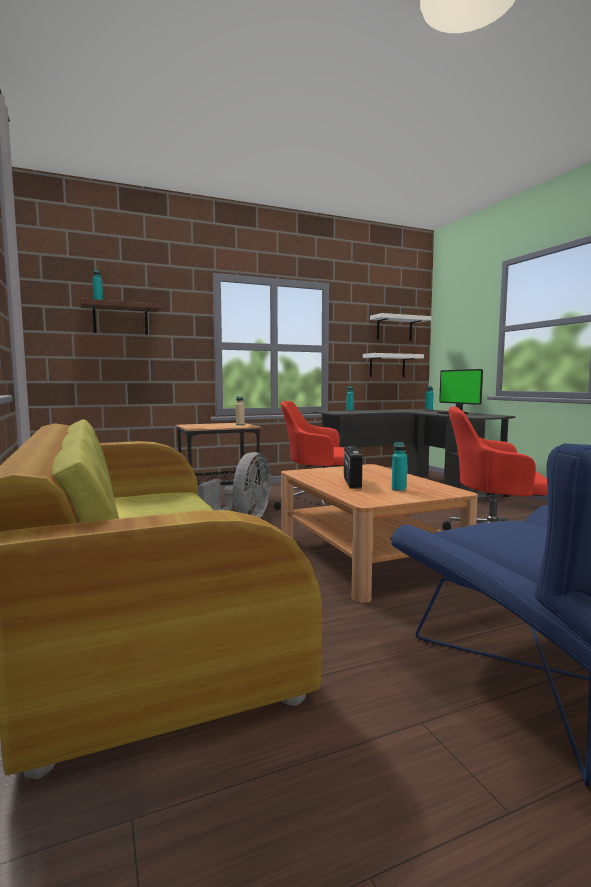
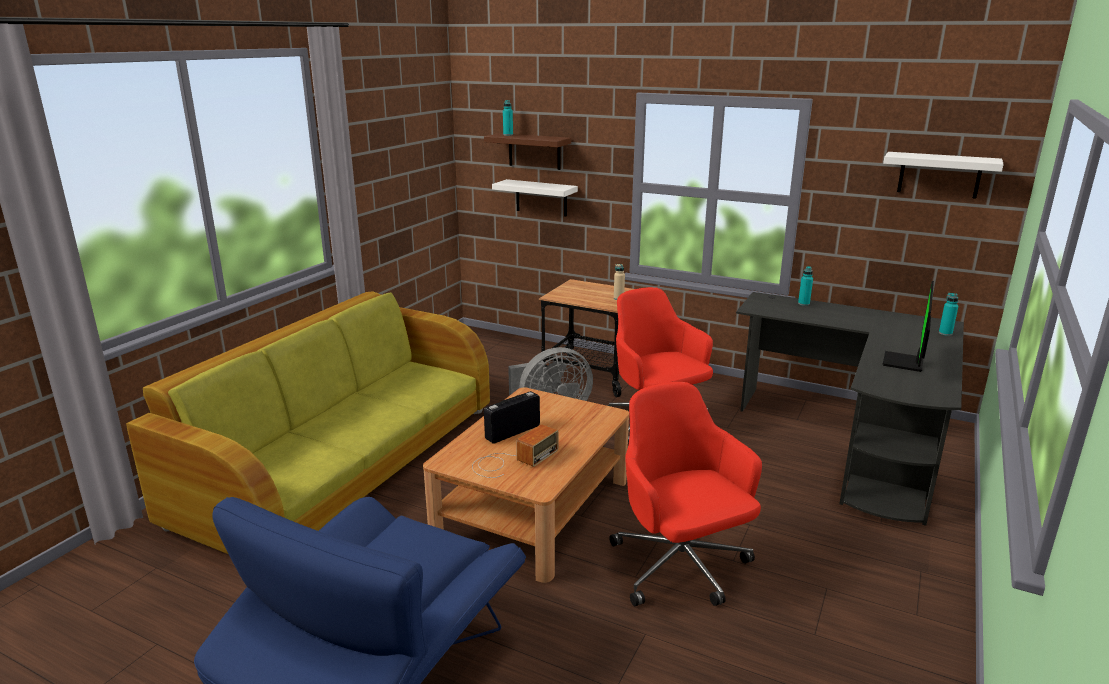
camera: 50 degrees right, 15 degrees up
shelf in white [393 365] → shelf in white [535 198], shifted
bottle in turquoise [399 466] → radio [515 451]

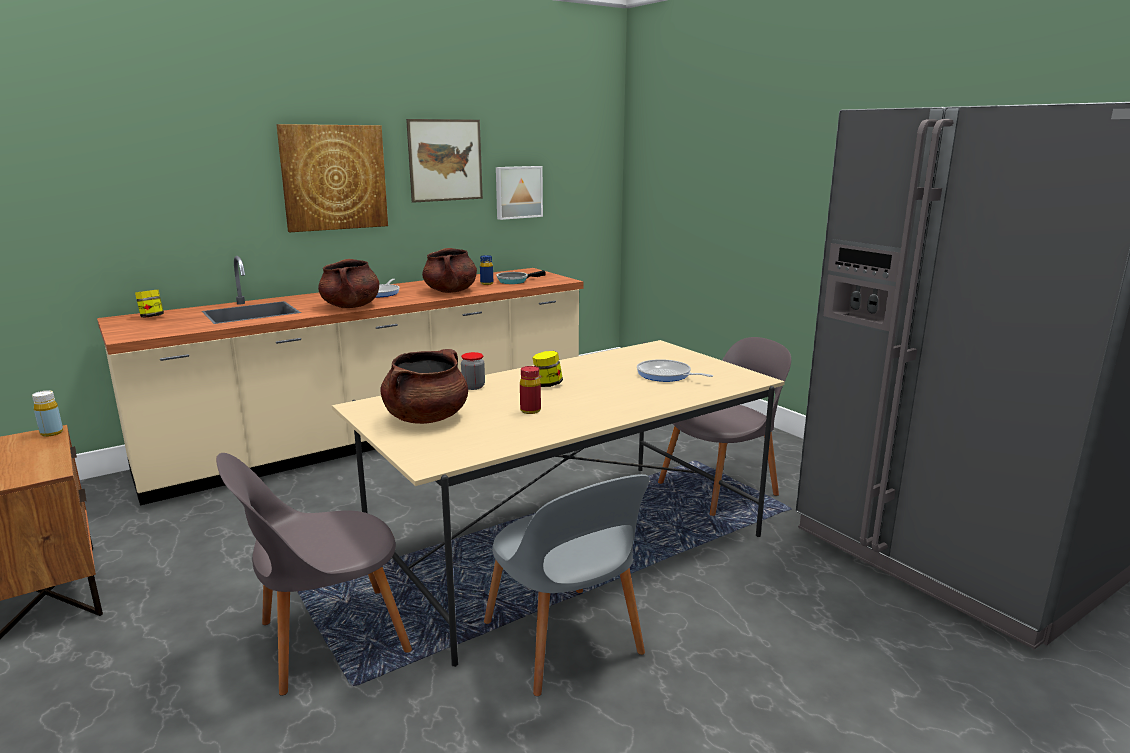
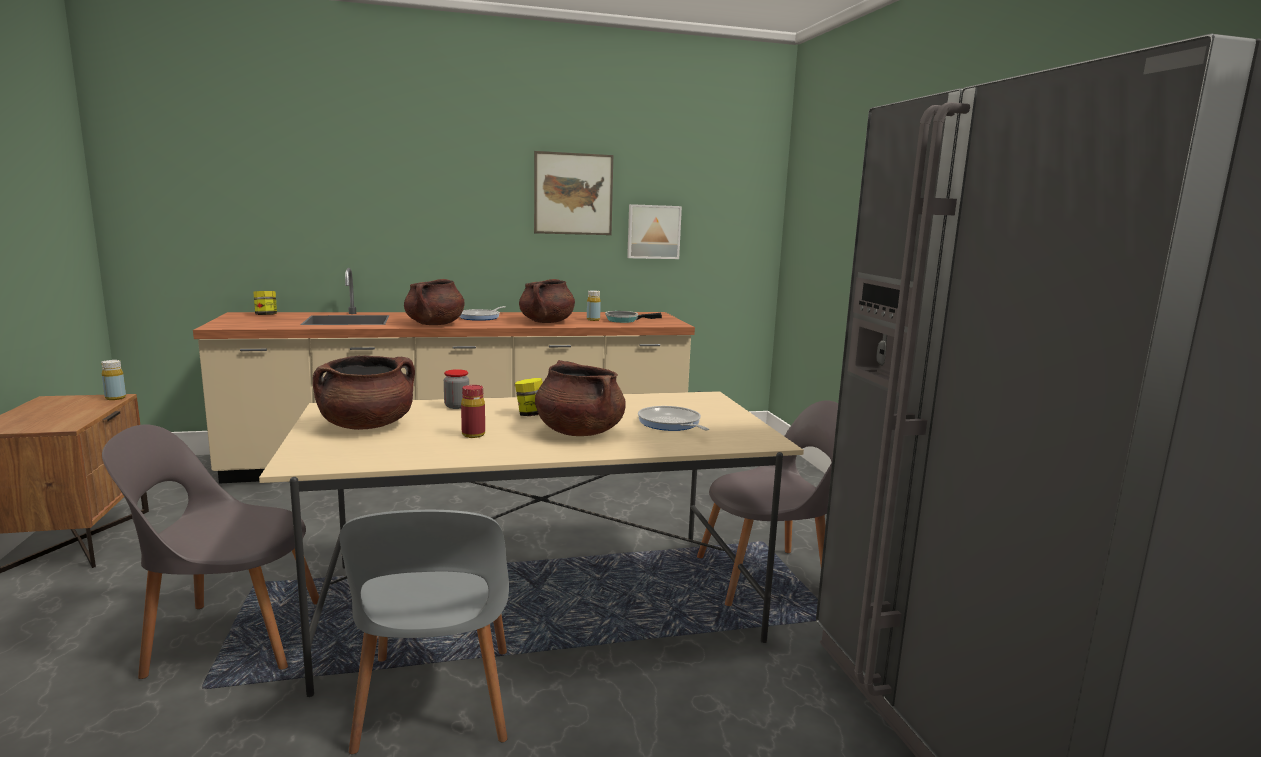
camera: 20 degrees right, 5 degrees down
picture [332 178] → -
bottle in blue [486 270] → bottle in yellow [594 305]
- → cooking pot in brown [580 398]

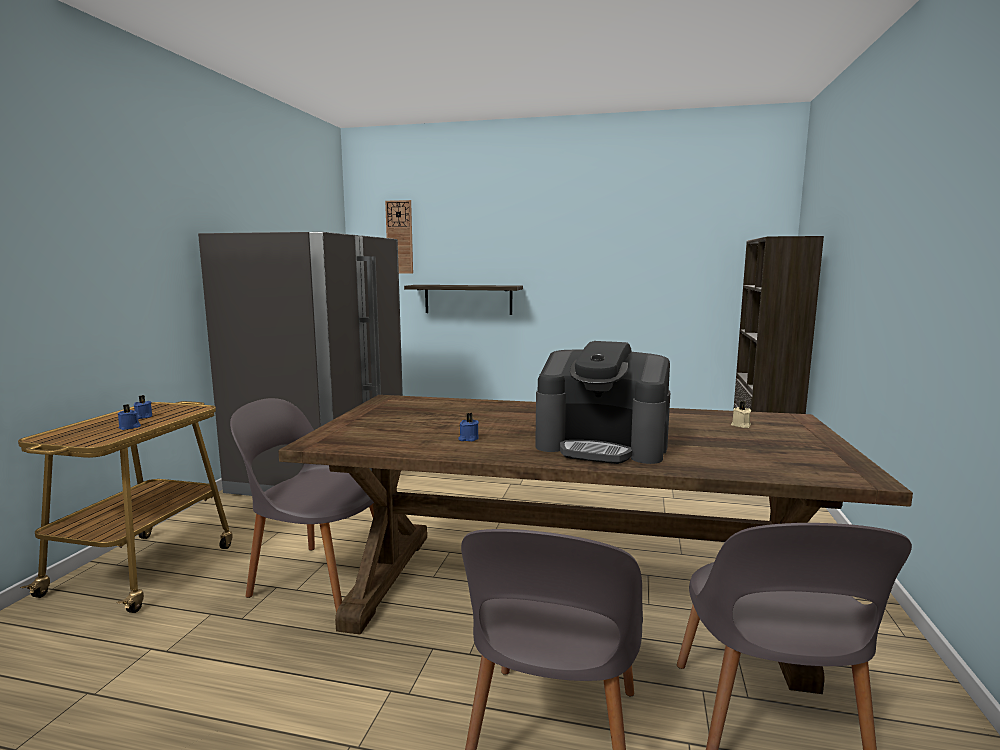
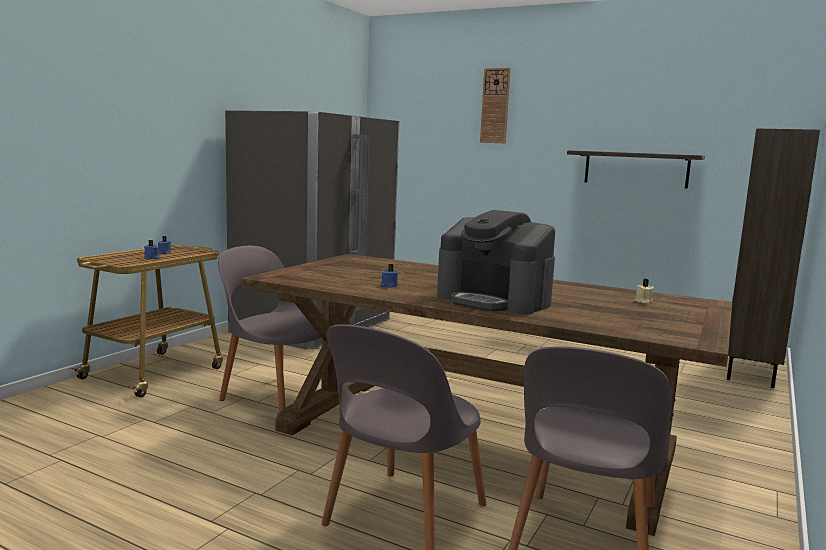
camera: 15 degrees right, 0 degrees up
wall clock [399 237] → wall clock [495 106], shifted
shelf [463 300] → shelf [636 169], shifted

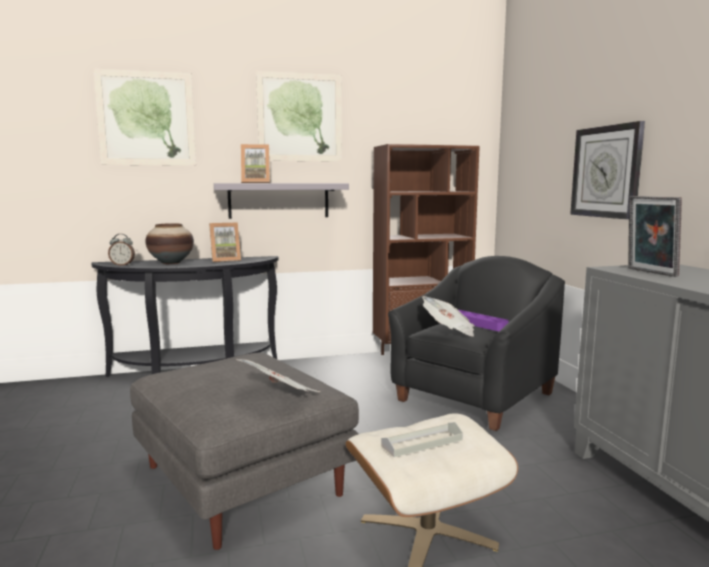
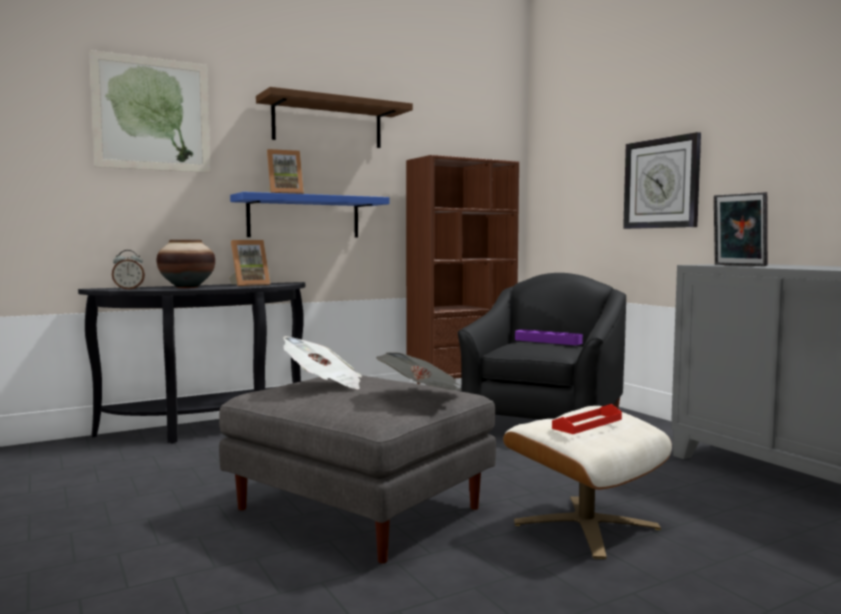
camera: 15 degrees left, 5 degrees down
shelf in grey [281 201] → shelf in blue [309 215]
picture [299 116] → shelf in brown [334 117]
tray in grey [422 439] → tray in red [587 419]
newspaper [448 316] → newspaper [322 362], shifted

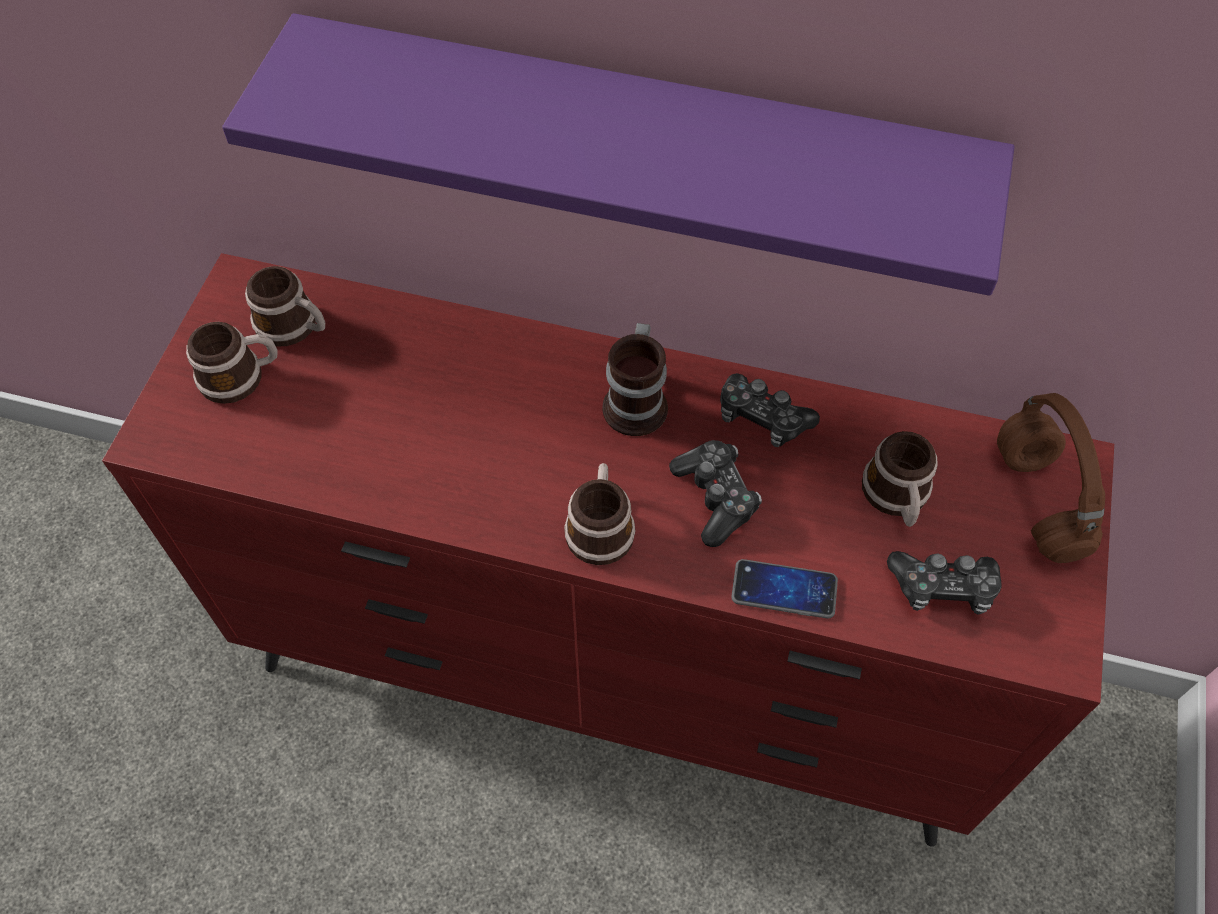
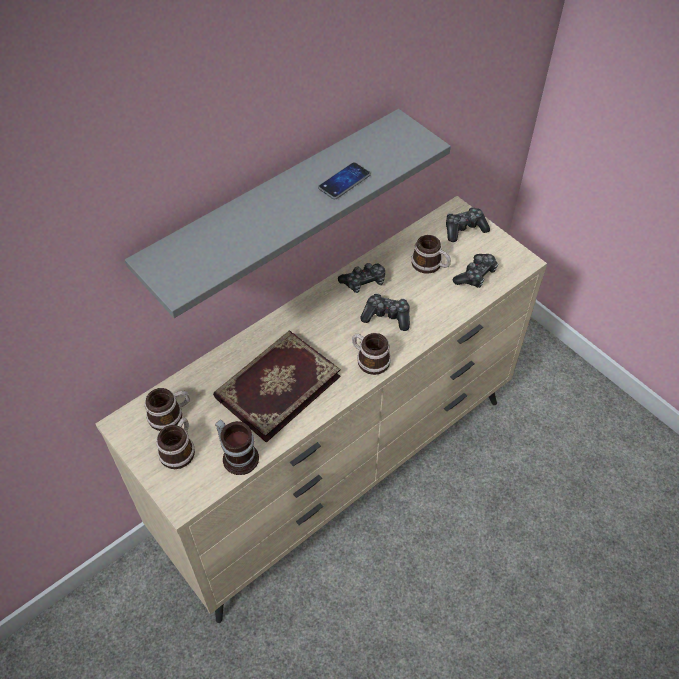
camera: 55 degrees left, 5 degrees down
dresser in red [608 550] → dresser in beige [321 409]
shelf in purple [618 154] → shelf in grey [288 213]
mug [635 379] → mug [237 447], shifted
phone [784 589] → phone [344 180], shifted
headphones in brown [1051 478] → game controller [468 224]
- → book [277 386]

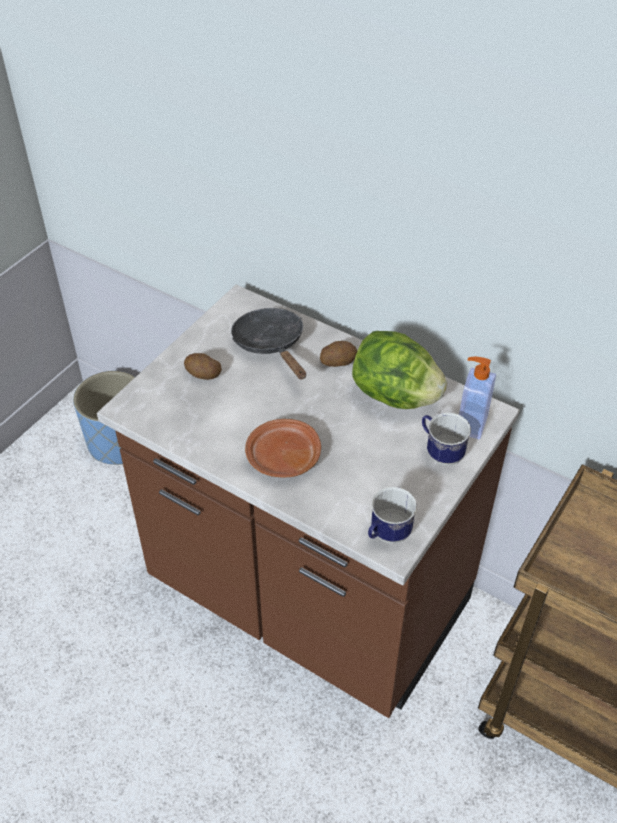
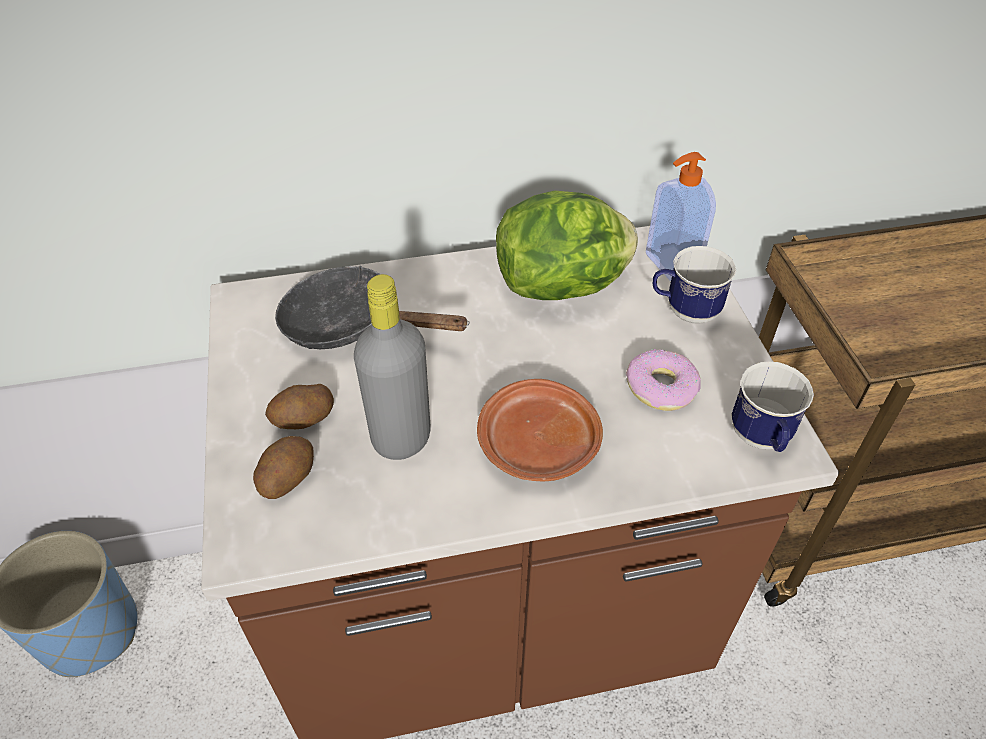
camera: 45 degrees left, 0 degrees up
potato [338 354] → potato [283 467], shifted
- → bottle in grey [392 367]
- → donut [663 380]

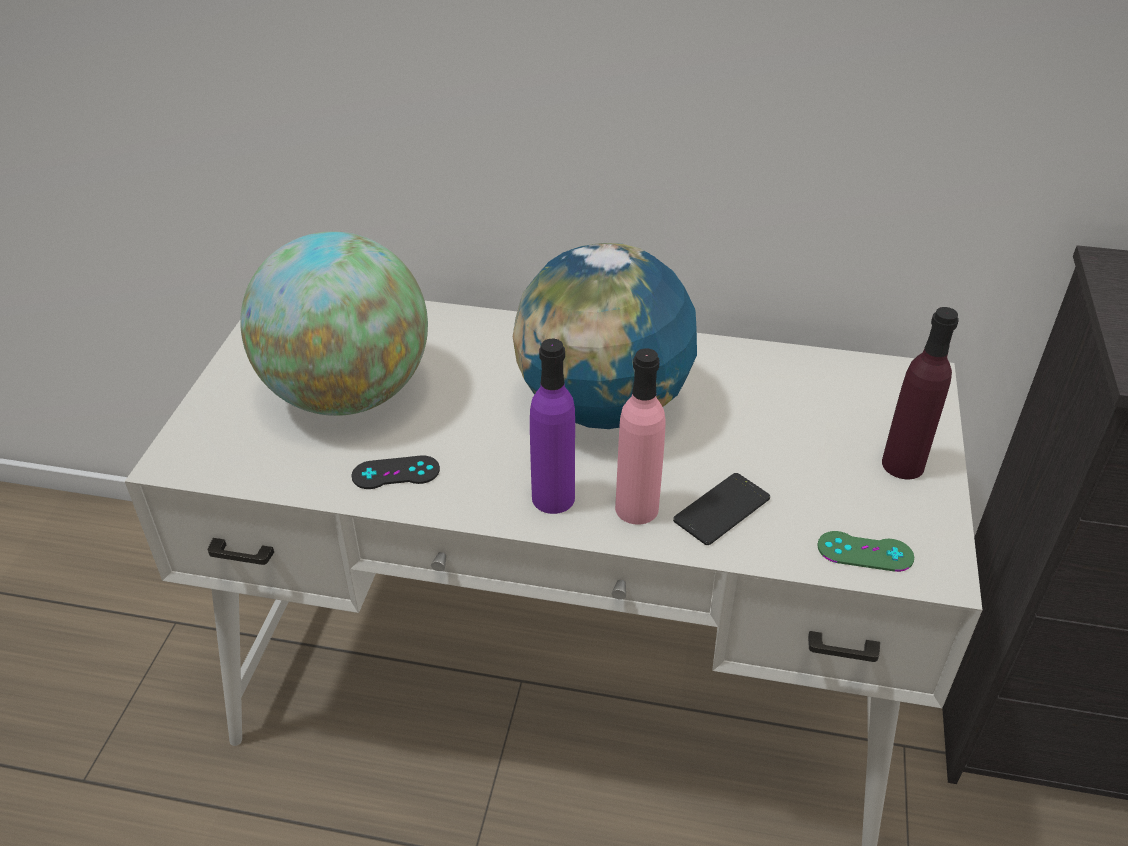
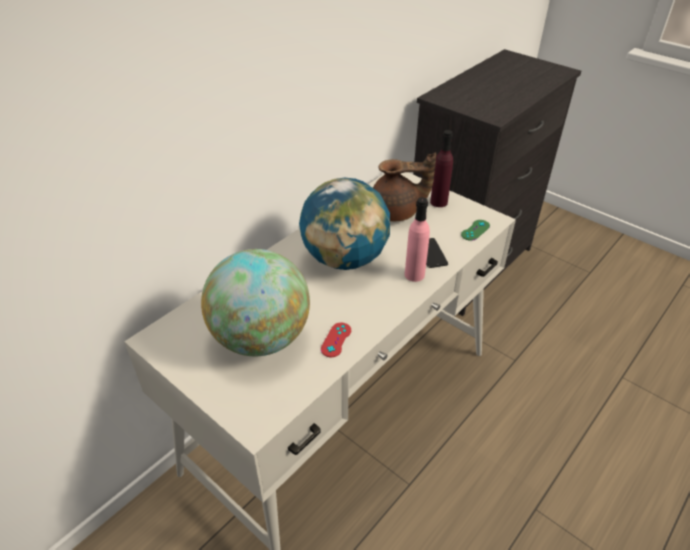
camera: 60 degrees left, 0 degrees up
game controller in black [396 472] → game controller in red [336 340]
bottle in purple [552 426] → -
- → teapot in brown [404 187]

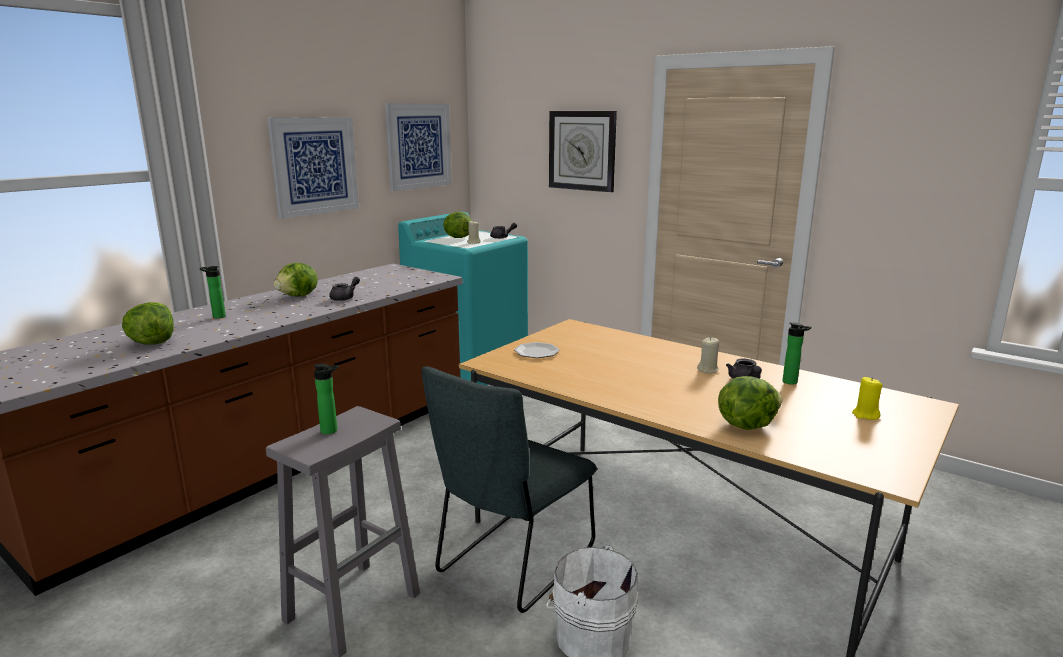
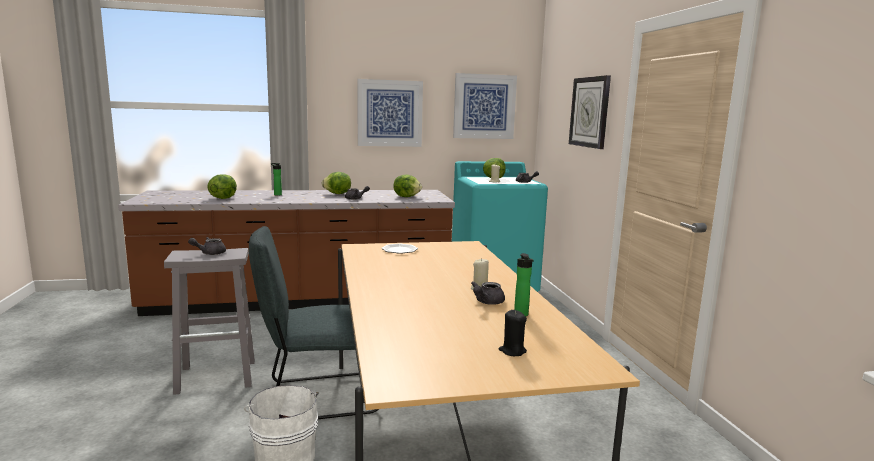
camera: 40 degrees right, 5 degrees down
bottle [326 398] → teapot in grey [207 246]
lettuce [750 403] → lettuce [407 186], shifted
candle in yellow [867 398] → candle in black [513 333]

